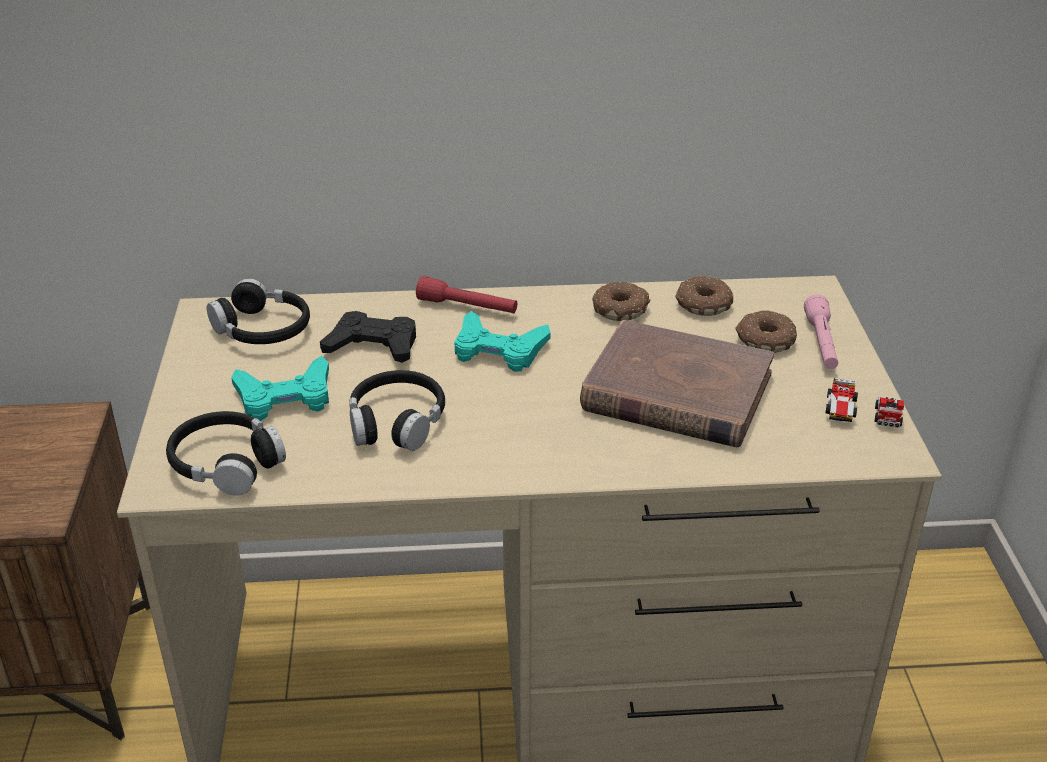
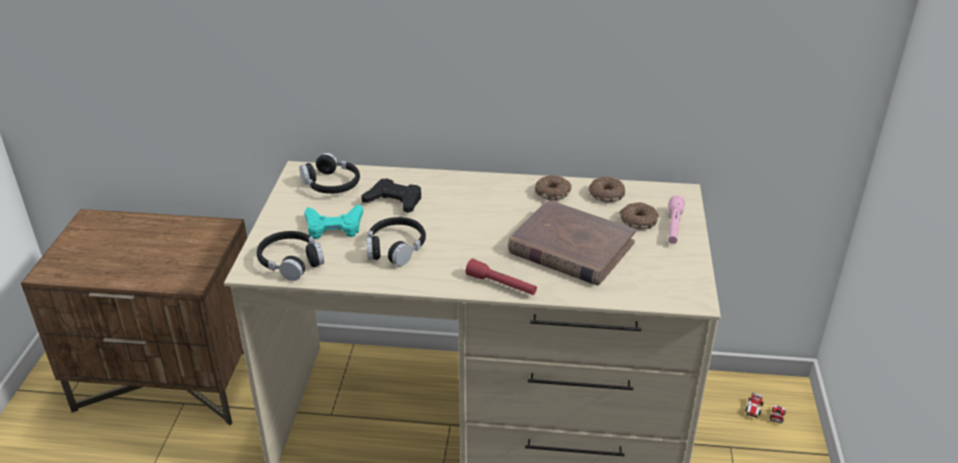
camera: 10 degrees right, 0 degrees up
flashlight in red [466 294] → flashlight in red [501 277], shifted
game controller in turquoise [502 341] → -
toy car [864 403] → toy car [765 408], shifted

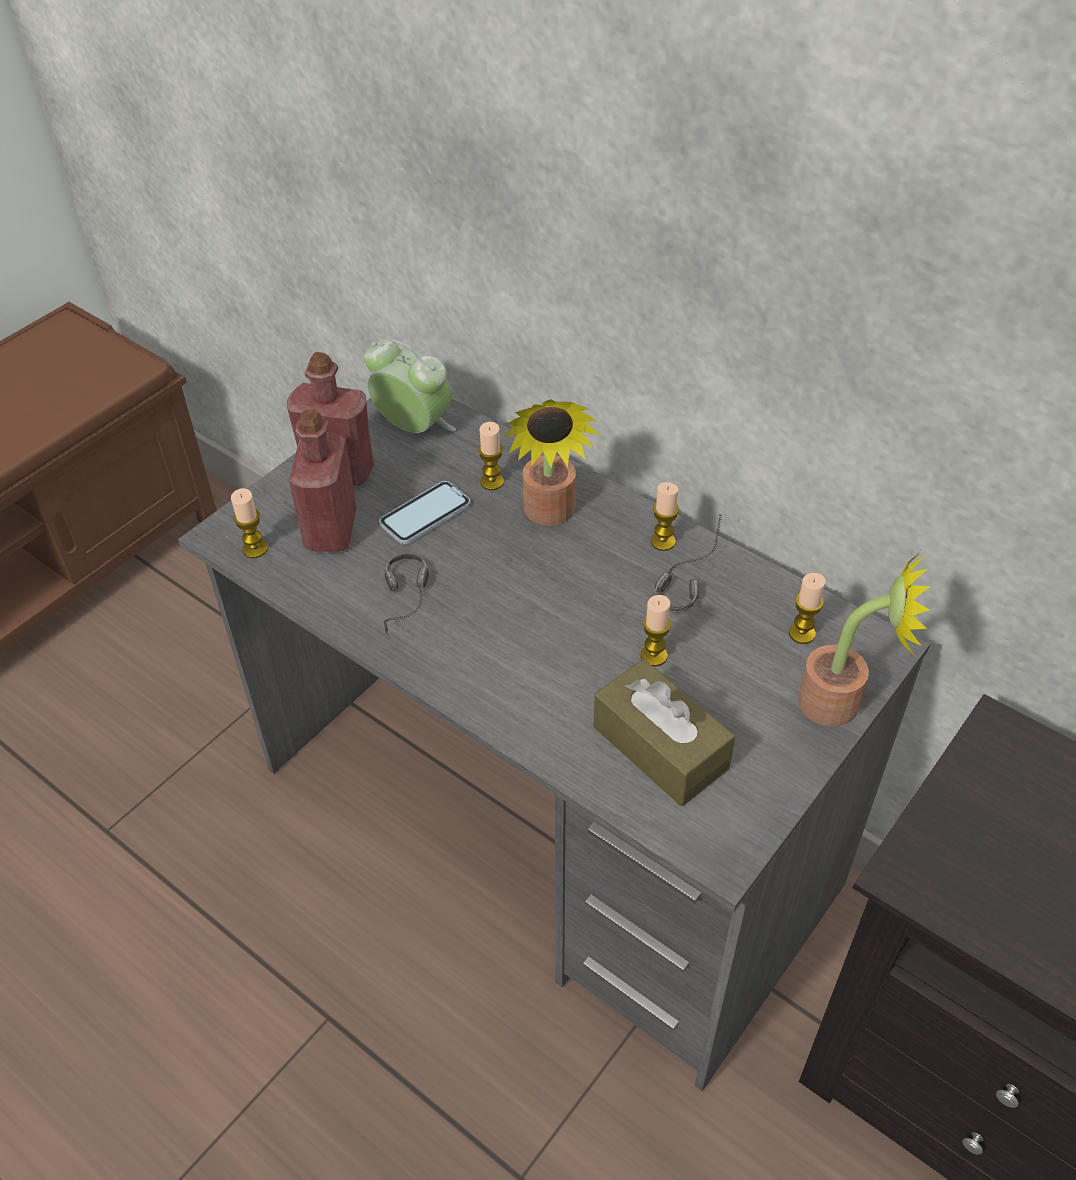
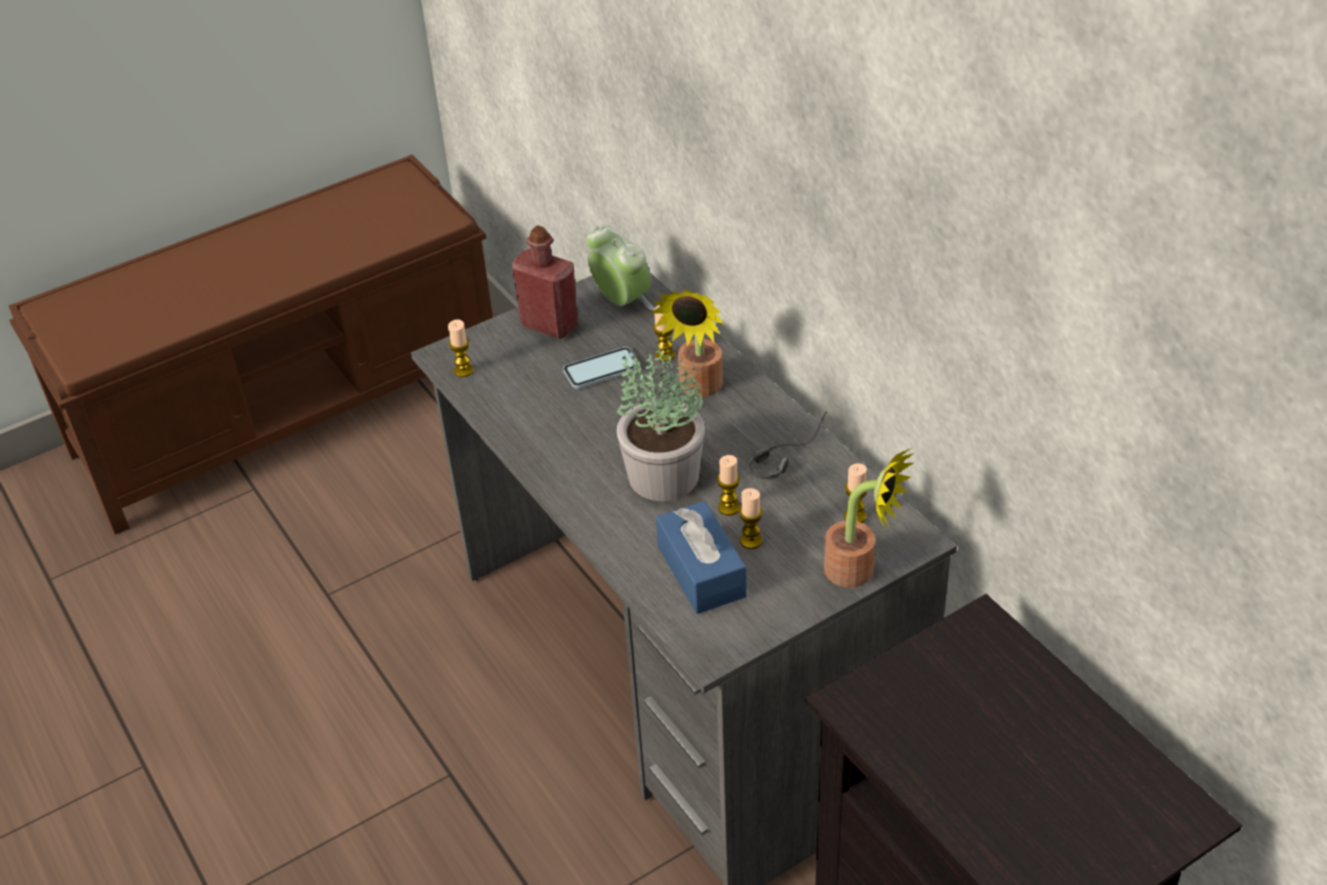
camera: 20 degrees right, 5 degrees down
bottle in red [323 481] → -
headphones [406 595] → -
tissue box in brown [664 732] → tissue box in blue [701 557]
candle [665 516] → candle [751 518], shifted
- → potted plant [661 422]

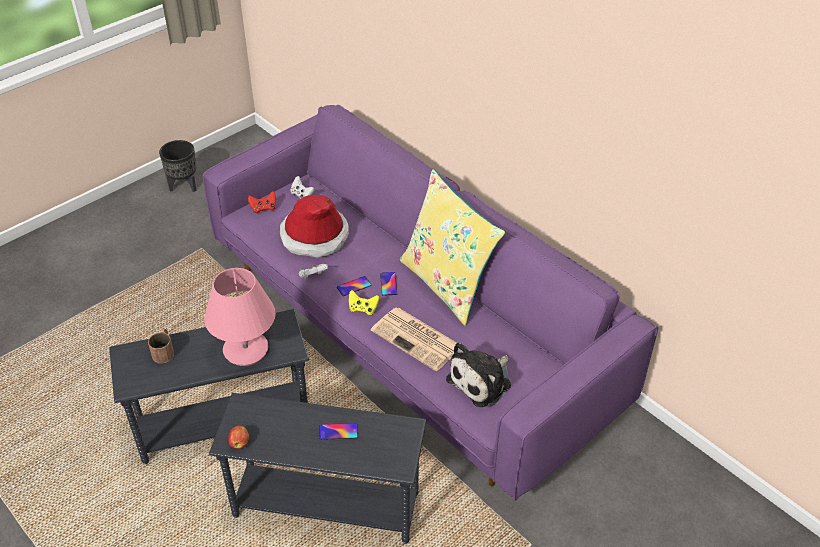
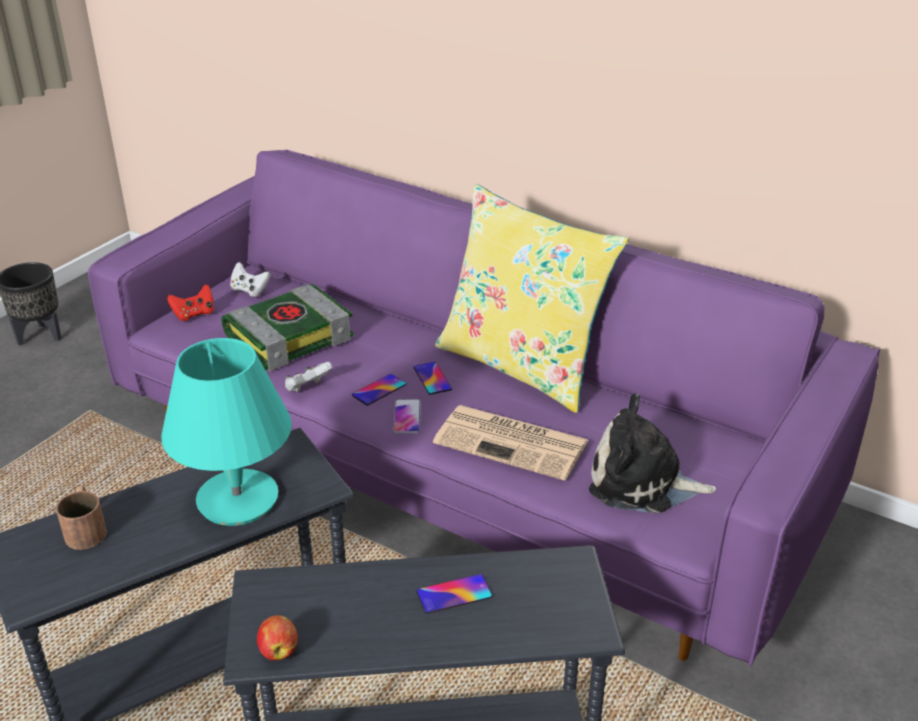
camera: 15 degrees left, 10 degrees down
table lamp in pink [240 317] → table lamp in turquoise [227 432]
hat [314 226] → book [287 327]
game controller in yellow [364 302] → phone [407 416]
plush toy [478 374] → plush toy [652 453], 75 degrees clockwise

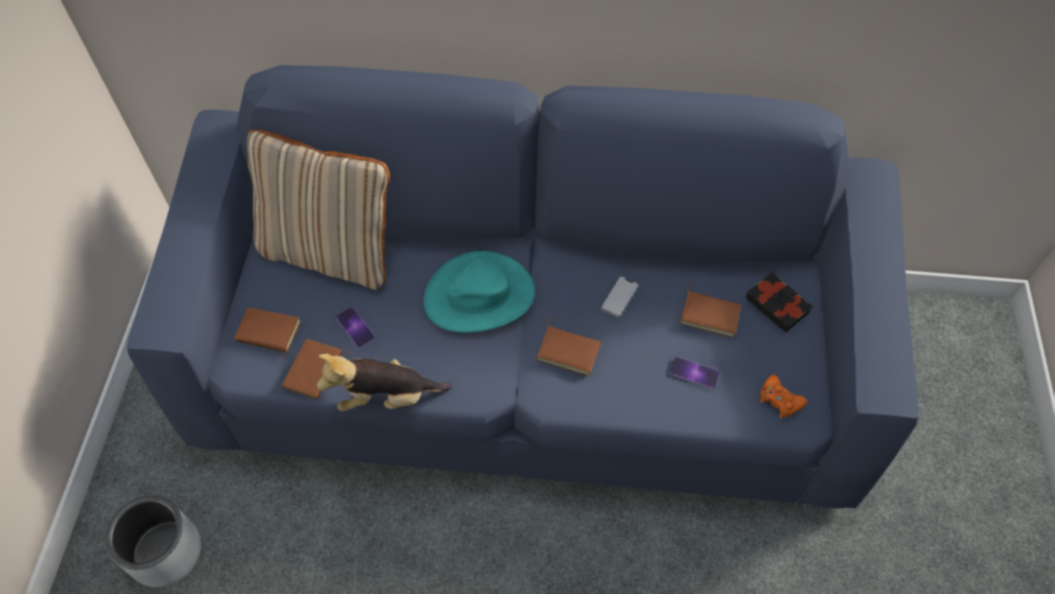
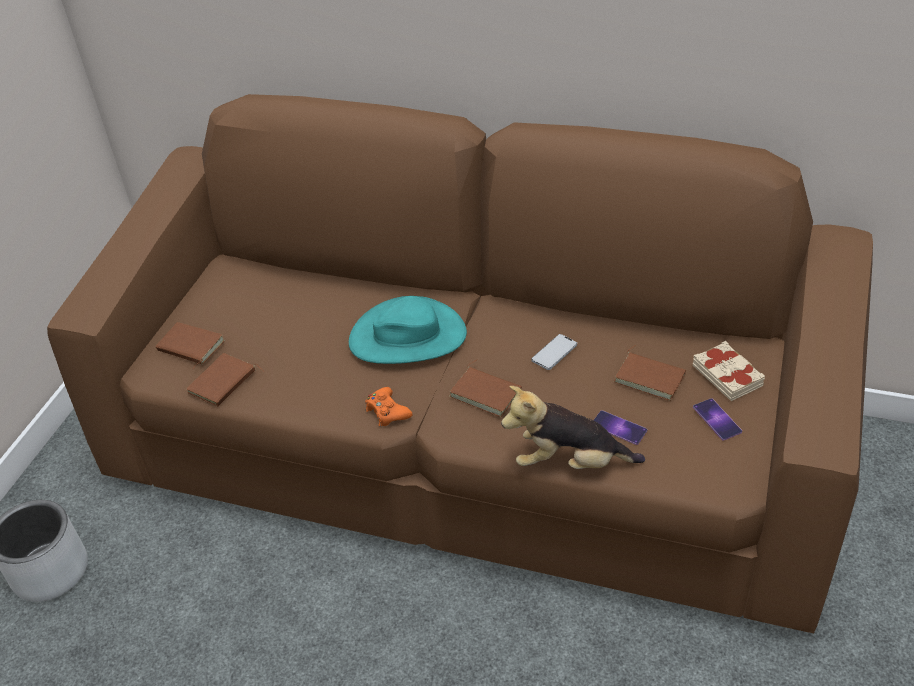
camera: 15 degrees right, 15 degrees down
sofa in blue [523 286] → sofa in brown [460 363]
pillow in beige [318 209] → -
plush toy [385 382] → plush toy [573 427], shifted
phone [355 327] → phone [717 419], shifted
book in black [779 302] → book in beige [729 371]
game controller in orange [784 396] → game controller in orange [389 407], shifted

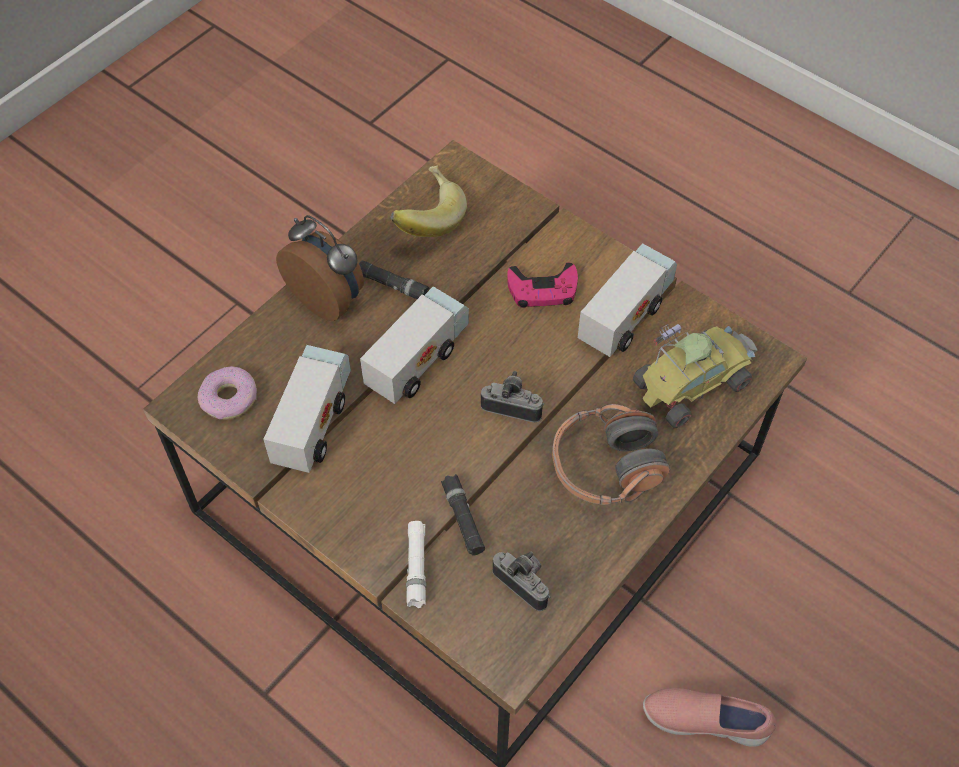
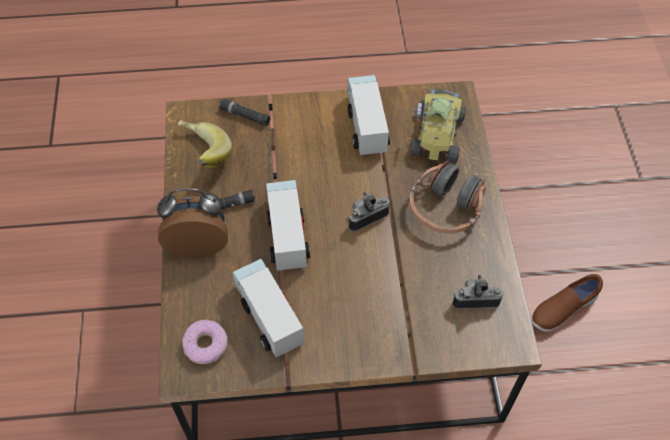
camera: 45 degrees left, 0 degrees up
flashlight in white [416 564] → -
flashlight in black [463 515] → flashlight in black [244 112], shifted
game controller in pink [542 285] → -
shoe in pink [709 717] → shoe in brown [567 303]

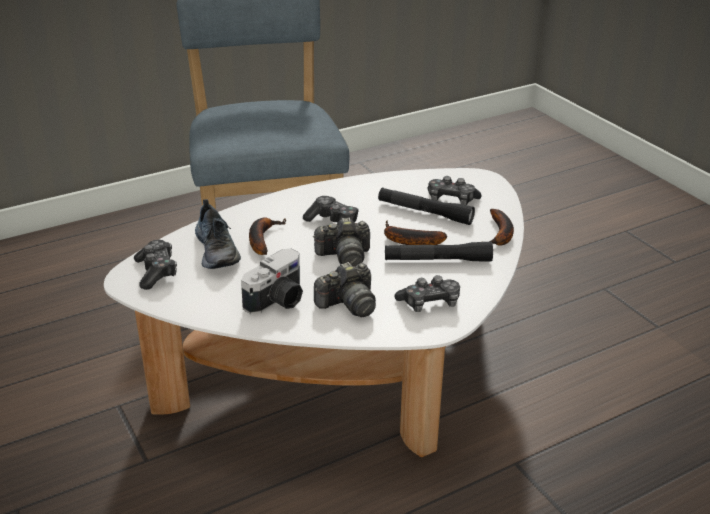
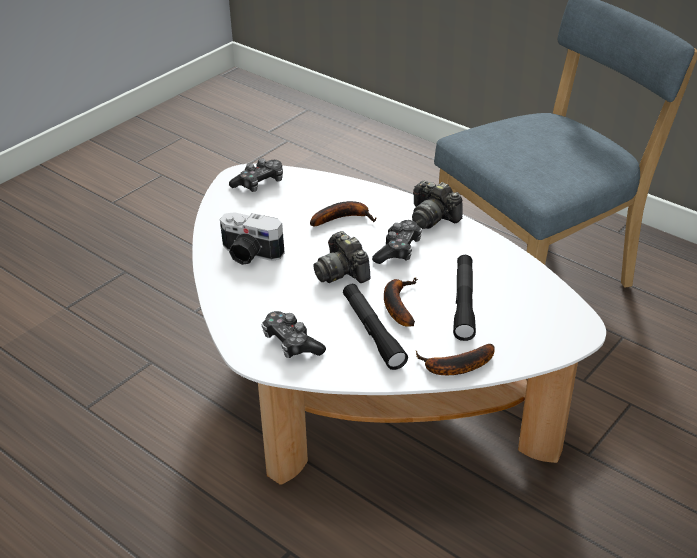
camera: 70 degrees right, 5 degrees up
shoe [218 234] → -
photo camera [345 289] → photo camera [437 205], shifted
game controller [455 190] → -

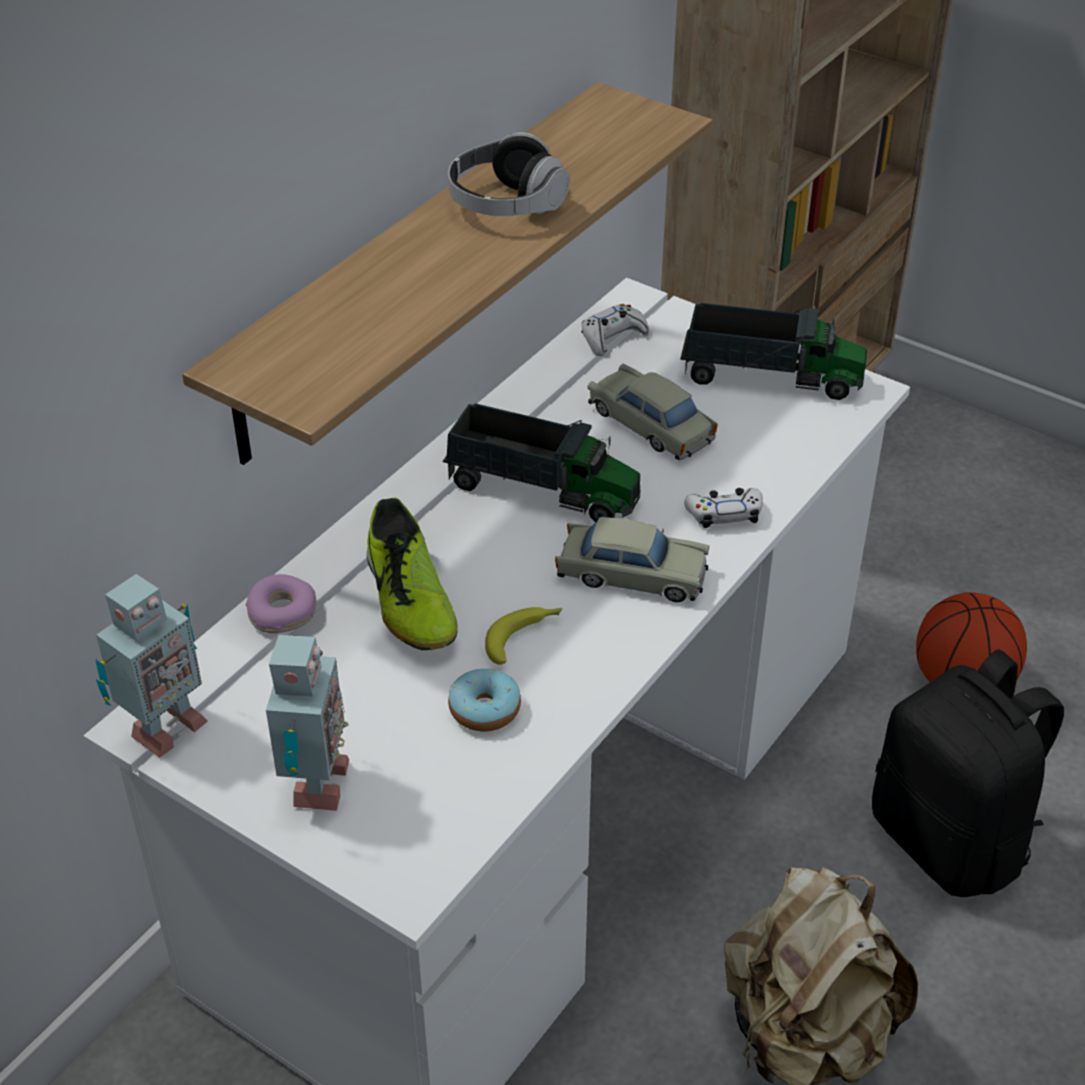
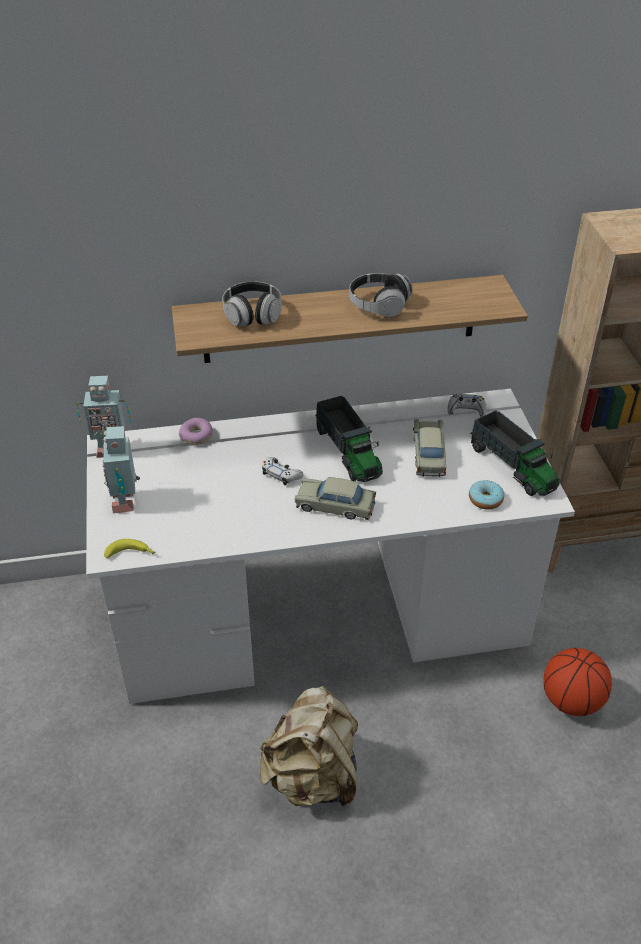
camera: 45 degrees right, 0 degrees up
toy robot [307 723] → toy robot [121 469], 120 degrees clockwise
shoe [412 574] → -
donut [484 700] → donut [486 495], shifted
banana [523 636] → banana [130 548], shifted
toy car in beige [632 559] → toy car in beige [335 498], 135 degrees clockwise
game controller in white [723 508] → game controller in white [283 471], shifted
backpack in black [968 773] → -
- → headphones [252 304]

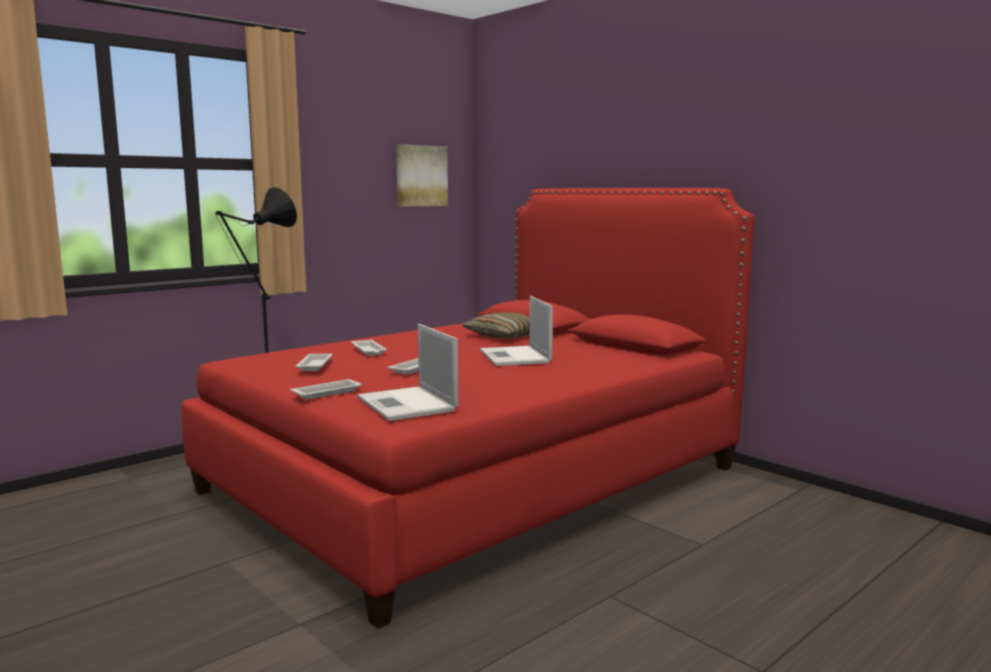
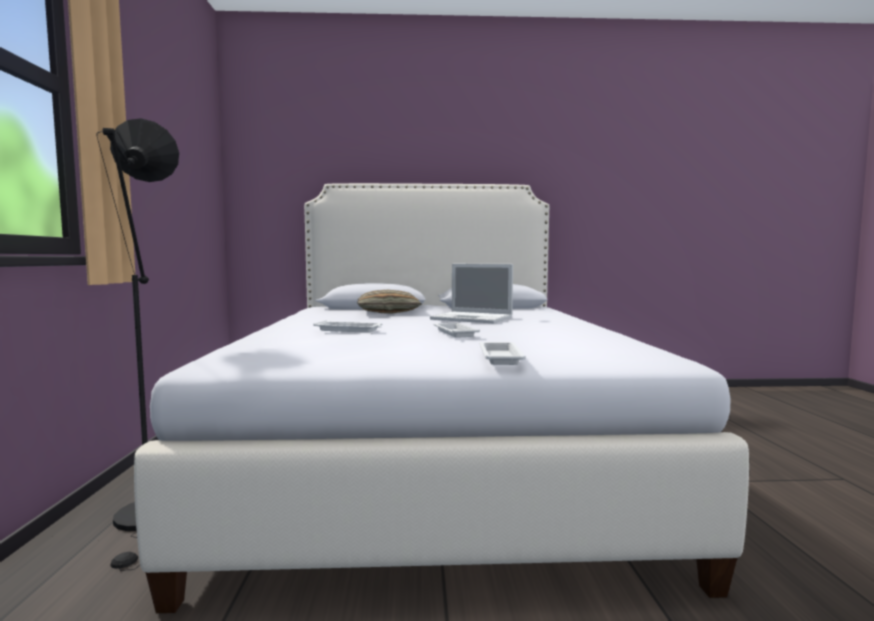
camera: 50 degrees left, 5 degrees down
bed in red [468 408] → bed in white [441 398]
tray in white [314 362] → -
laptop [408 372] → -
picture [422 175] → -

